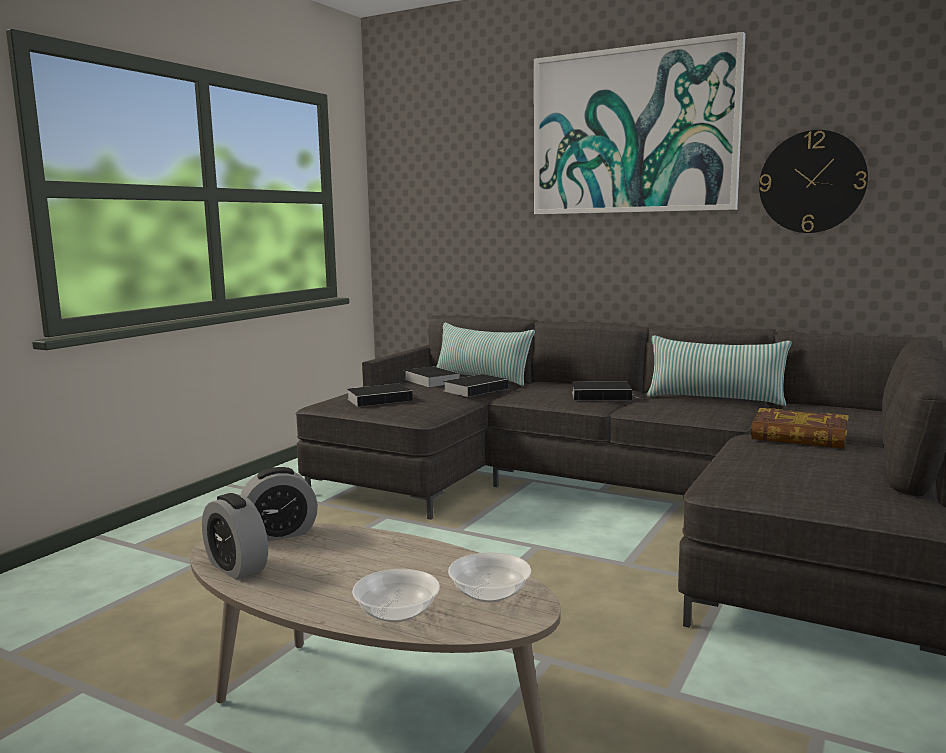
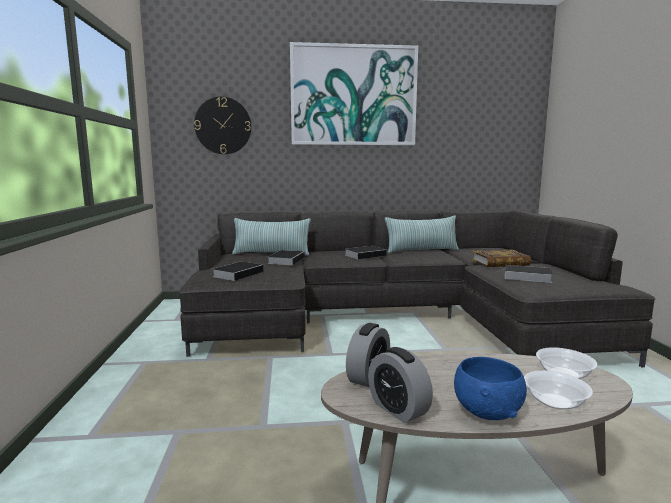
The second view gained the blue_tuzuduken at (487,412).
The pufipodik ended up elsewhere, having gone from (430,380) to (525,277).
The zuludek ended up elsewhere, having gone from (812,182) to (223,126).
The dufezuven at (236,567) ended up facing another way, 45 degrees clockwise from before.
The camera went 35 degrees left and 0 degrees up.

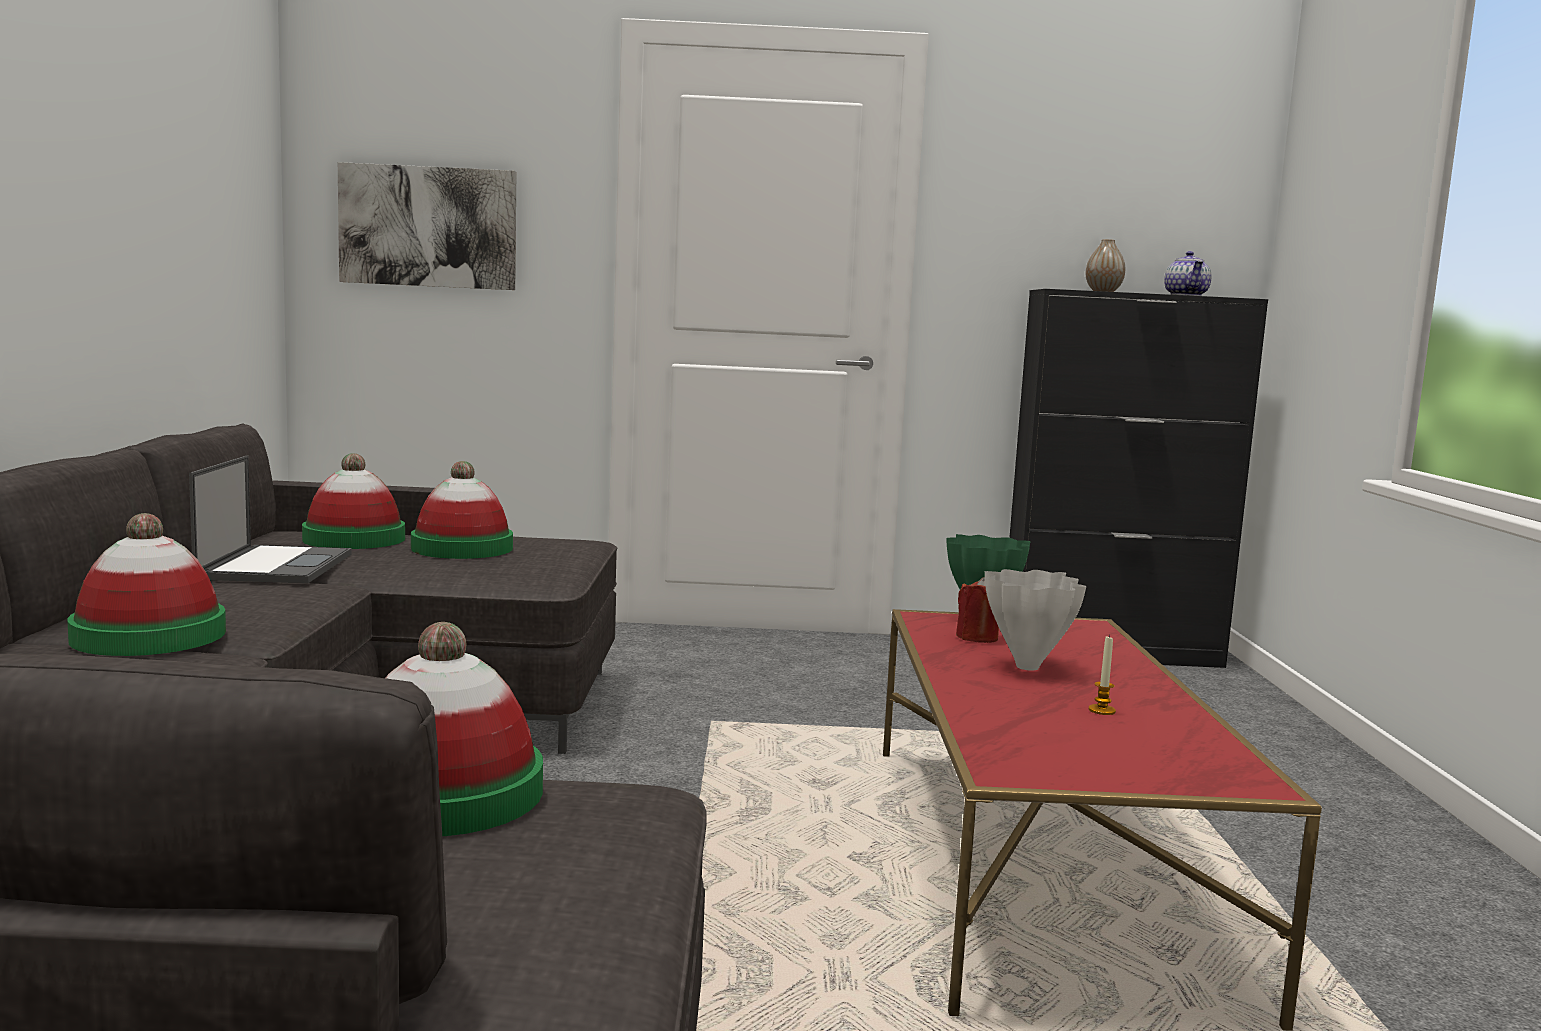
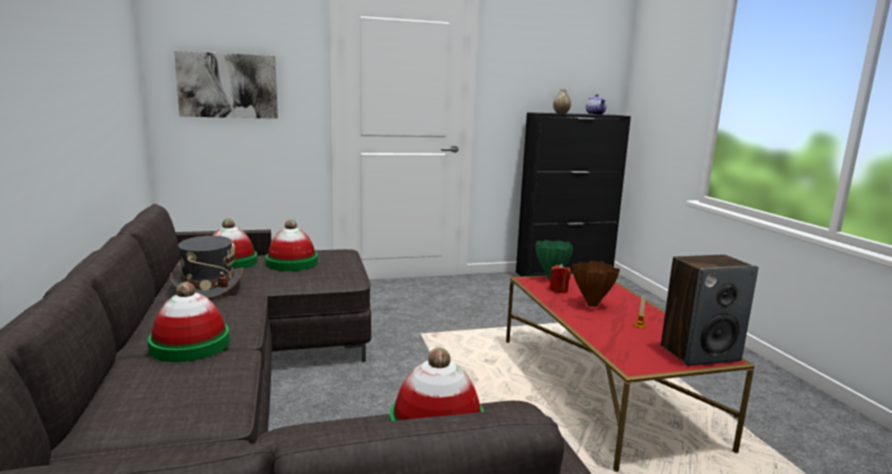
The second view gained the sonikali at (700,353).
Where the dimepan stood at (276,566), the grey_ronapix came to stand at (208,286).
What was the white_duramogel at (1026,667) turned into the brown_duramogel at (591,305).
The camera went 15 degrees left and 5 degrees up.

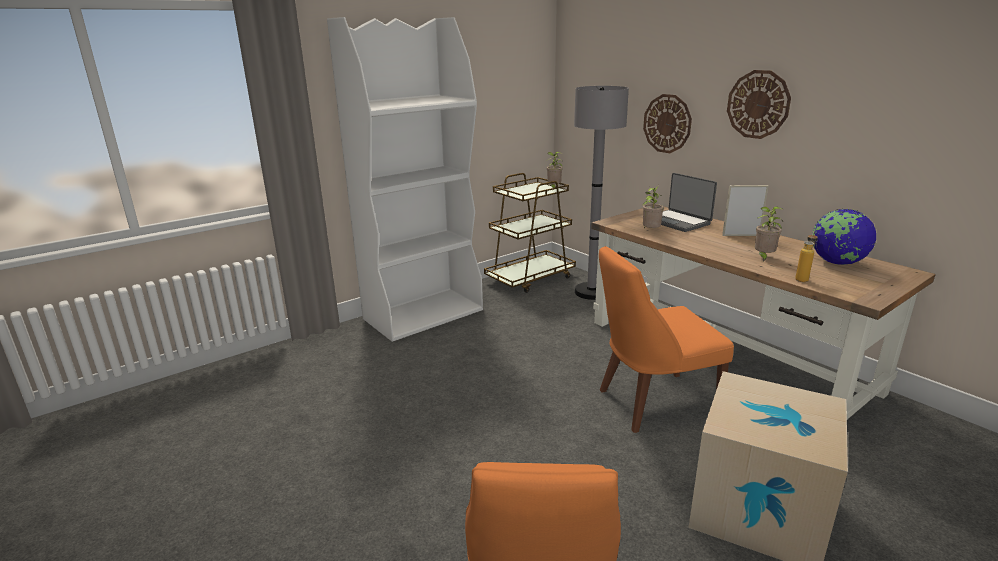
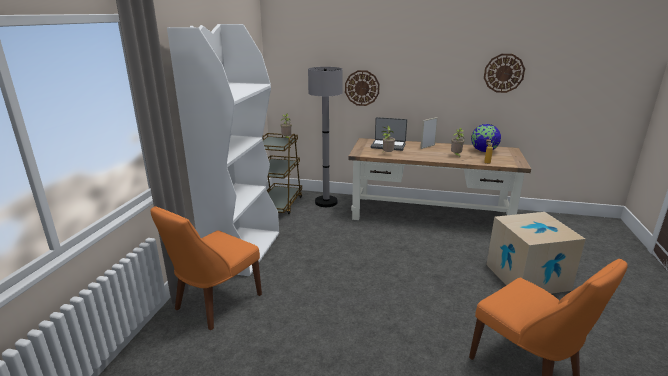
The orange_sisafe ended up elsewhere, having gone from (652,403) to (215,303).
The zuludek ended up elsewhere, having gone from (758,104) to (504,73).
The camera went 40 degrees left and 0 degrees up.

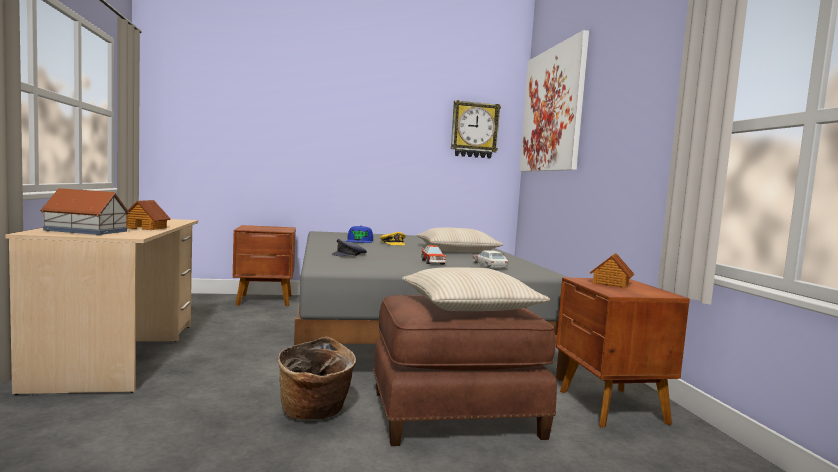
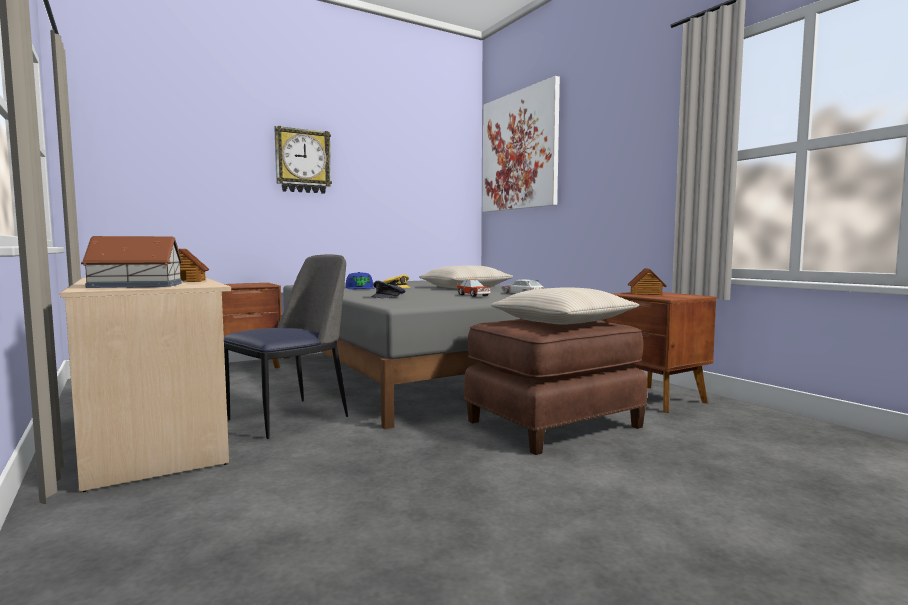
The second view lost the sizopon at (315,412).
The second view gained the sisafe at (291,417).
The zuludek ended up elsewhere, having gone from (474,130) to (302,161).
The camera went 20 degrees left and 0 degrees up.

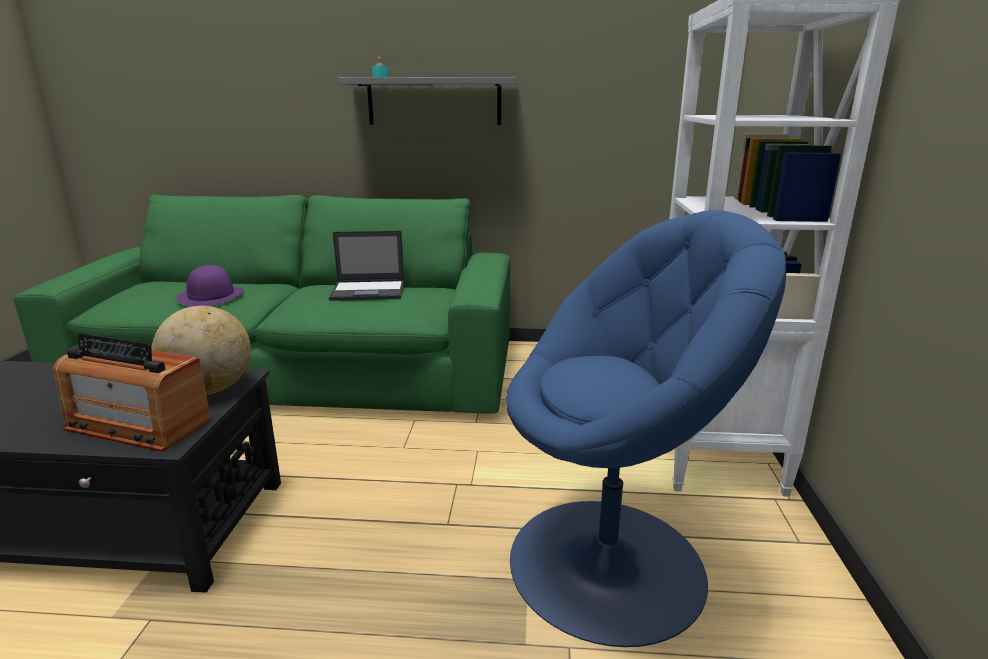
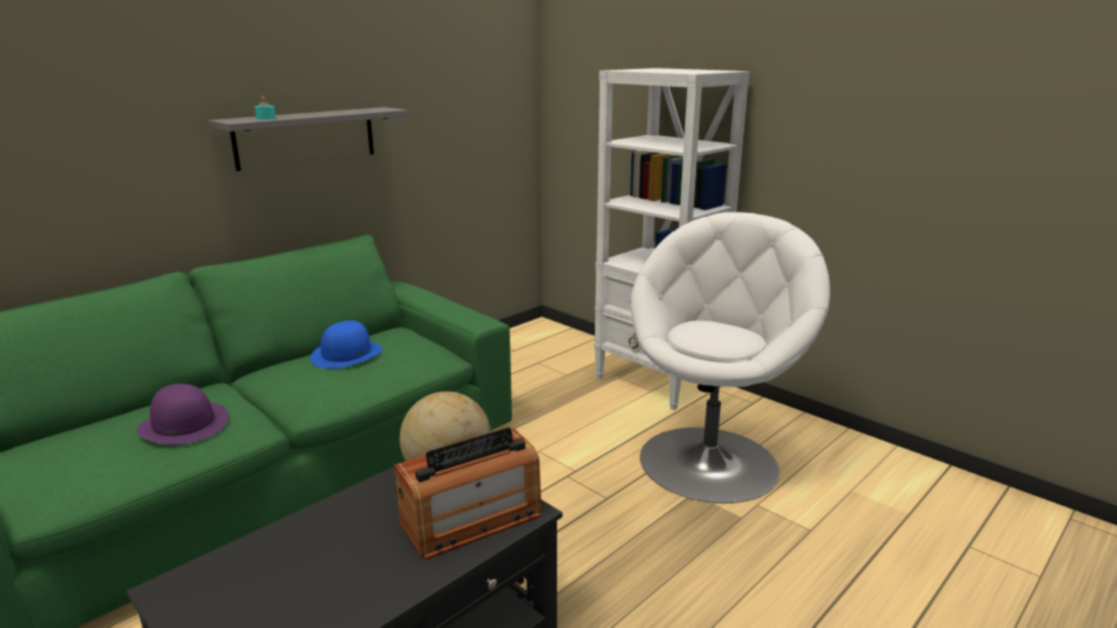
Where the dimepan stood at (369,291), the blue_ronapix came to stand at (347,354).
What was the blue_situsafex at (610,564) turned into the white_situsafex at (710,461).
The camera went 50 degrees left and 0 degrees up.

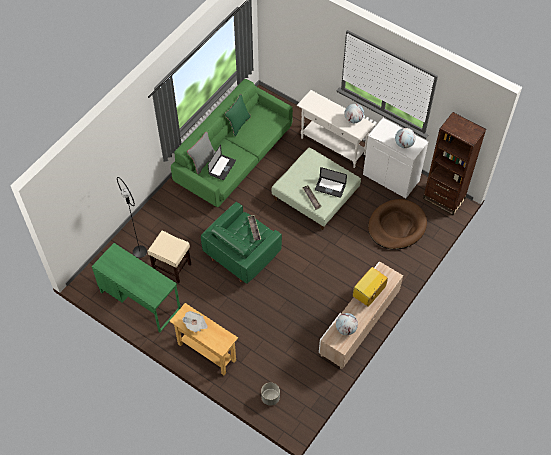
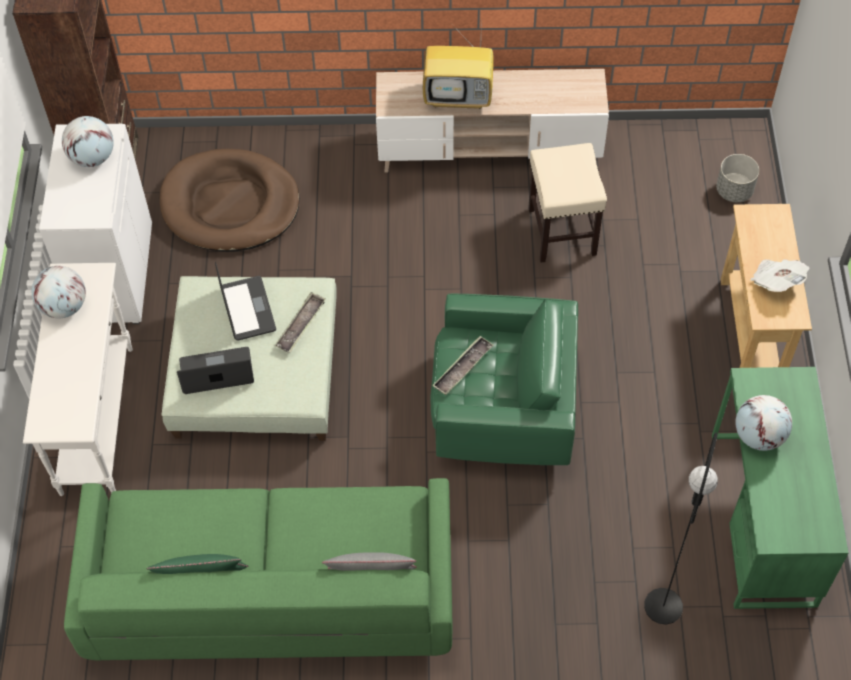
The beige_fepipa ended up elsewhere, having gone from (172,267) to (561,231).
The dimepan ended up elsewhere, having gone from (222,167) to (216,372).
The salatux ended up elsewhere, having gone from (346,329) to (759,436).
The camera went 125 degrees left and 0 degrees up.

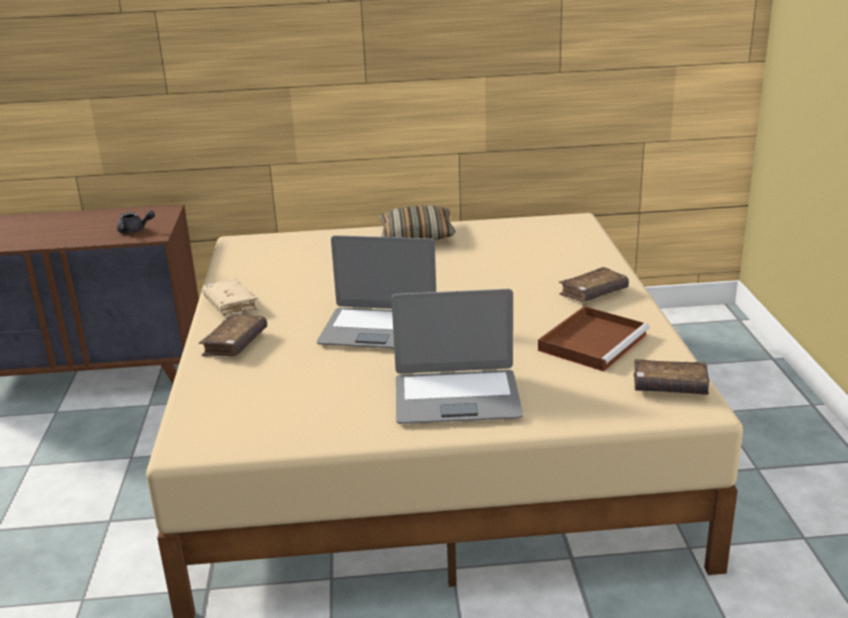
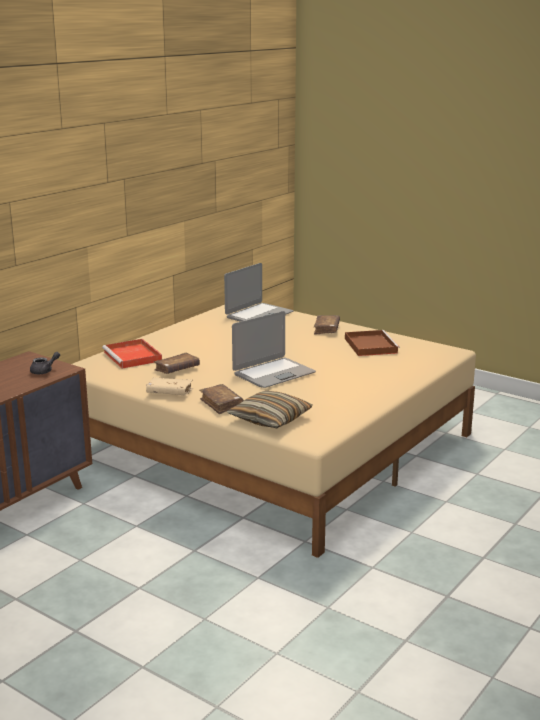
The second view gained the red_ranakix at (133,356).
The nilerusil ended up elsewhere, having gone from (416,235) to (270,419).
The dimepan ended up elsewhere, having gone from (456,398) to (258,315).
The brown_pufipodik ended up elsewhere, having gone from (669,387) to (177,369).
The camera went 50 degrees left and 5 degrees down.

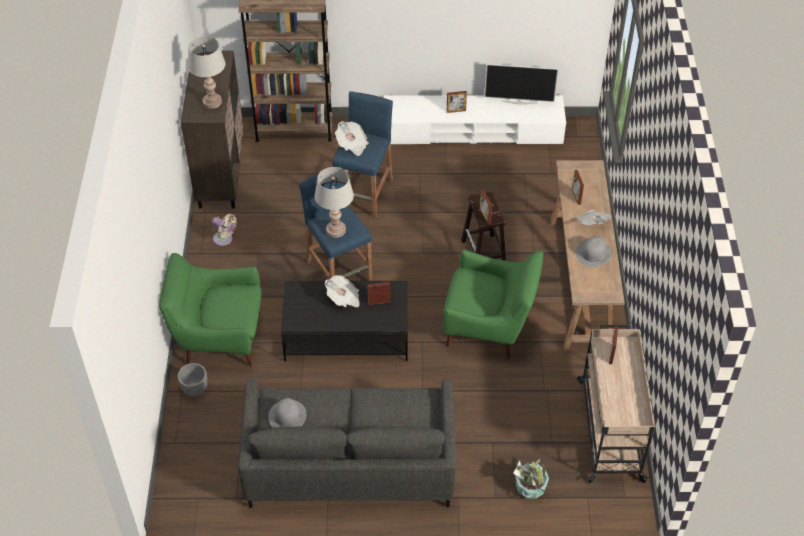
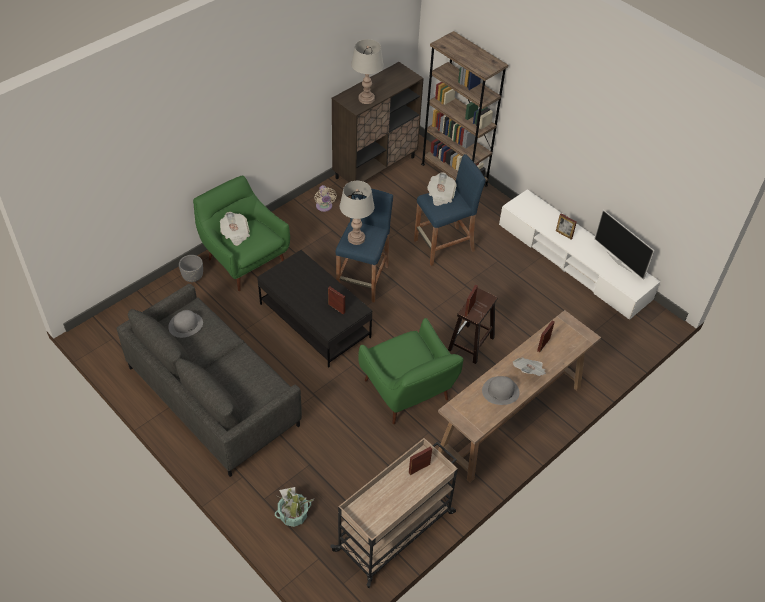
The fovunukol ended up elsewhere, having gone from (343,298) to (235,234).
The camera went 45 degrees right and 0 degrees up.

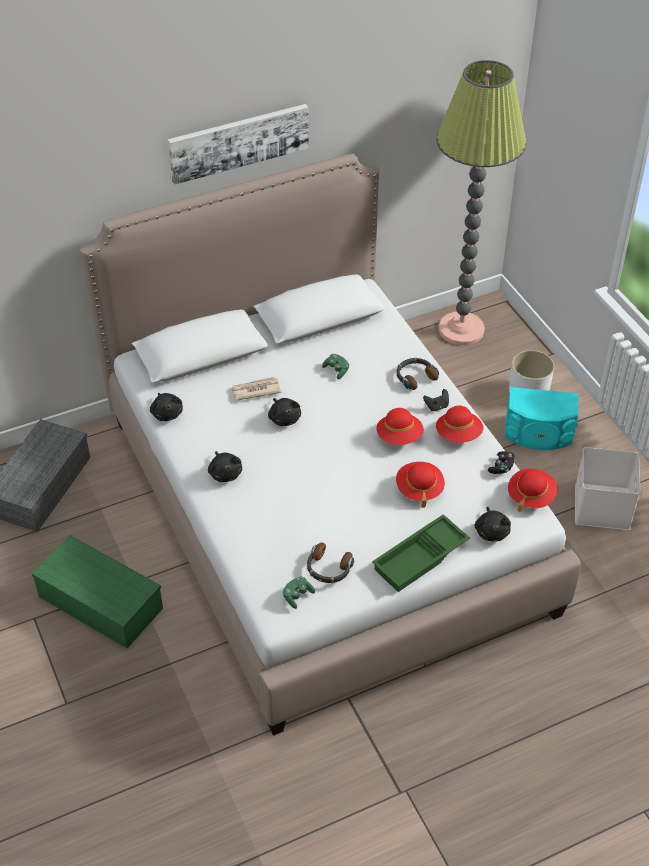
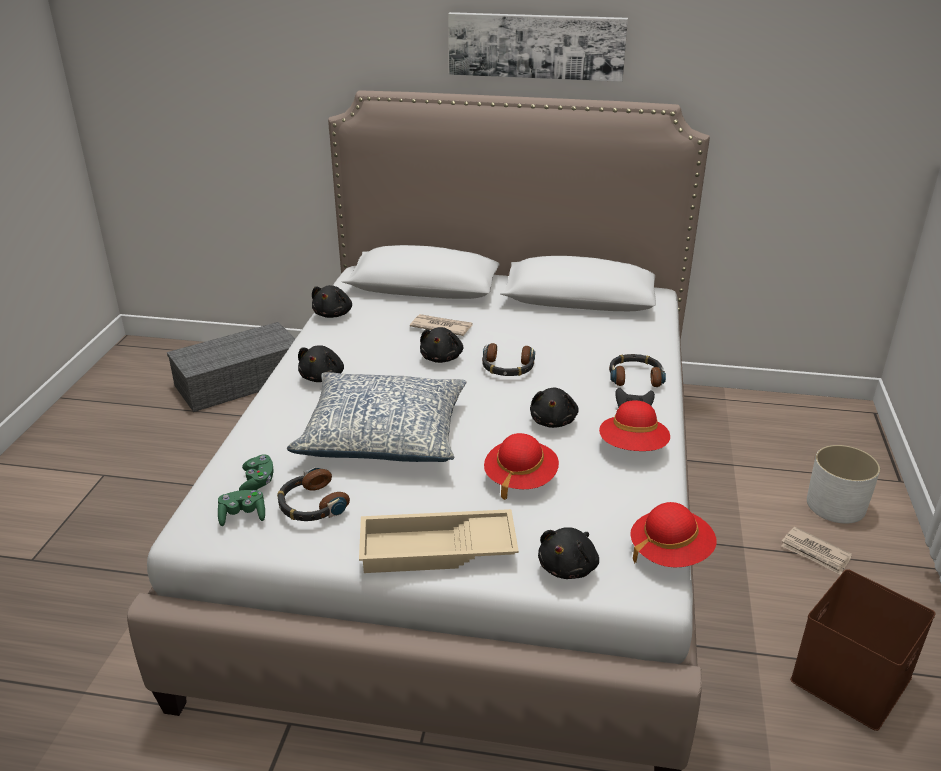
The second view lost the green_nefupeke at (98,602).
The second view lost the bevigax at (461,329).
The second view lost the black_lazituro at (501,467).
The second view gained the nilerusil at (384,435).
The second view gained the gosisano at (507,367).
The green_lazituro ended up elsewhere, having gone from (336,370) to (258,482).
Where the red_ronapix stood at (399,437), the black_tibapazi came to stand at (553,421).
Where the turquoise_sonikali stood at (538,433), the fovunukol came to stand at (815,553).
What was the green_ranakix at (420,559) turned into the beige_ranakix at (436,551).
What was the white_nefupeke at (601,505) turned into the brown_nefupeke at (849,676).
The camera went 35 degrees right and 15 degrees down.

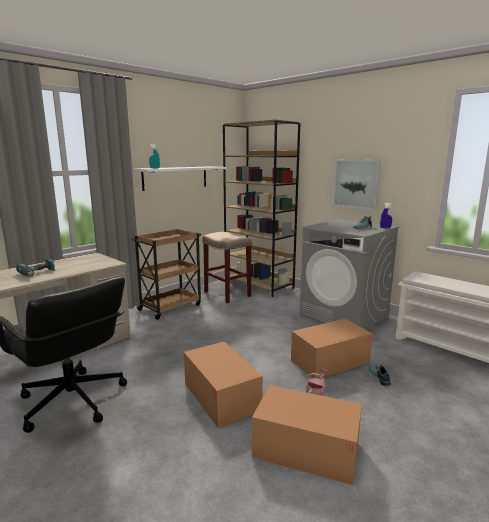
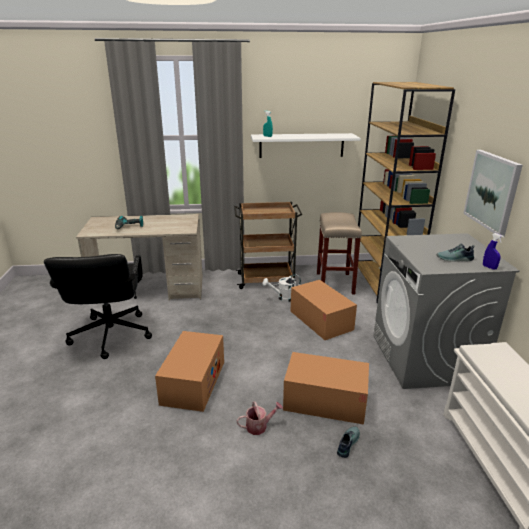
The second view gained the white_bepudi at (283,298).
The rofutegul ended up elsewhere, having gone from (306,449) to (321,320).
The camera went 40 degrees right and 10 degrees up.

